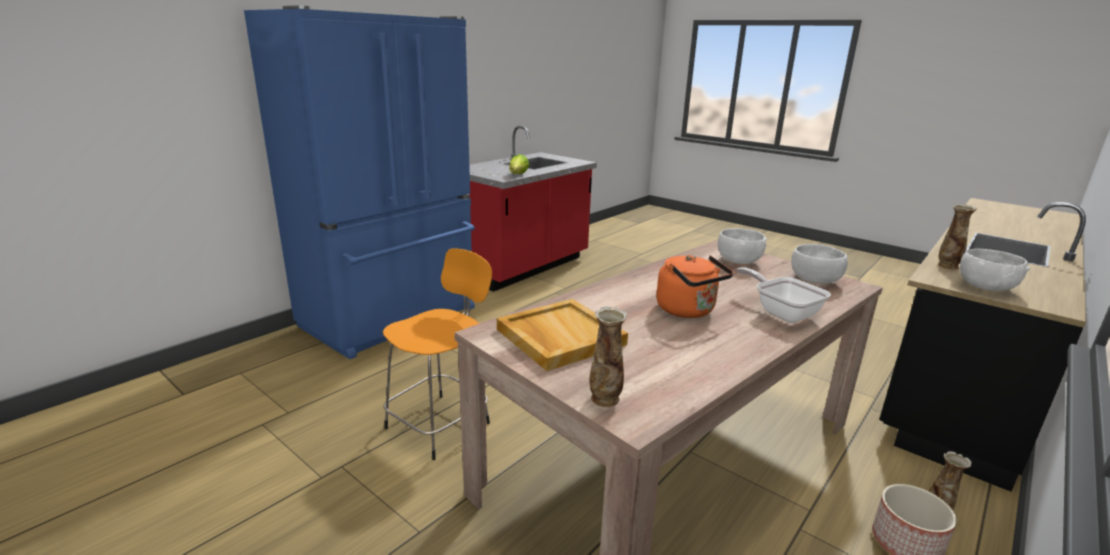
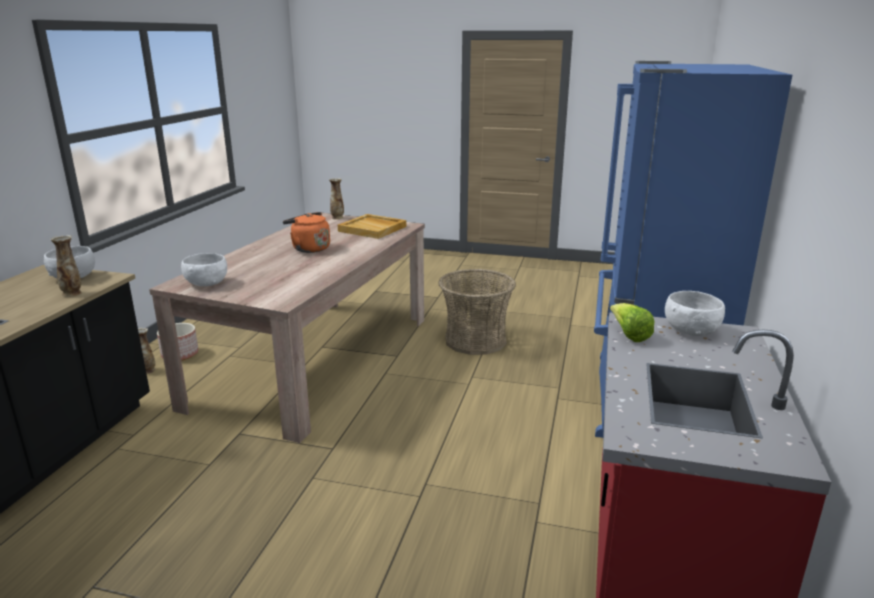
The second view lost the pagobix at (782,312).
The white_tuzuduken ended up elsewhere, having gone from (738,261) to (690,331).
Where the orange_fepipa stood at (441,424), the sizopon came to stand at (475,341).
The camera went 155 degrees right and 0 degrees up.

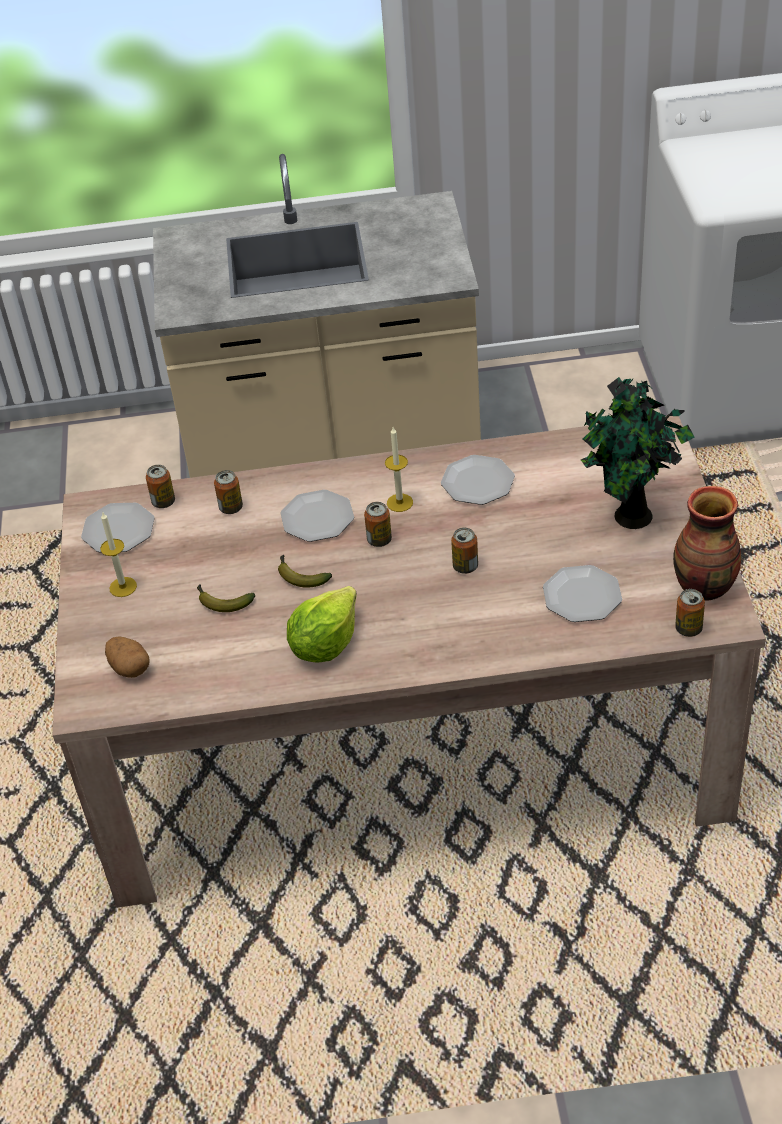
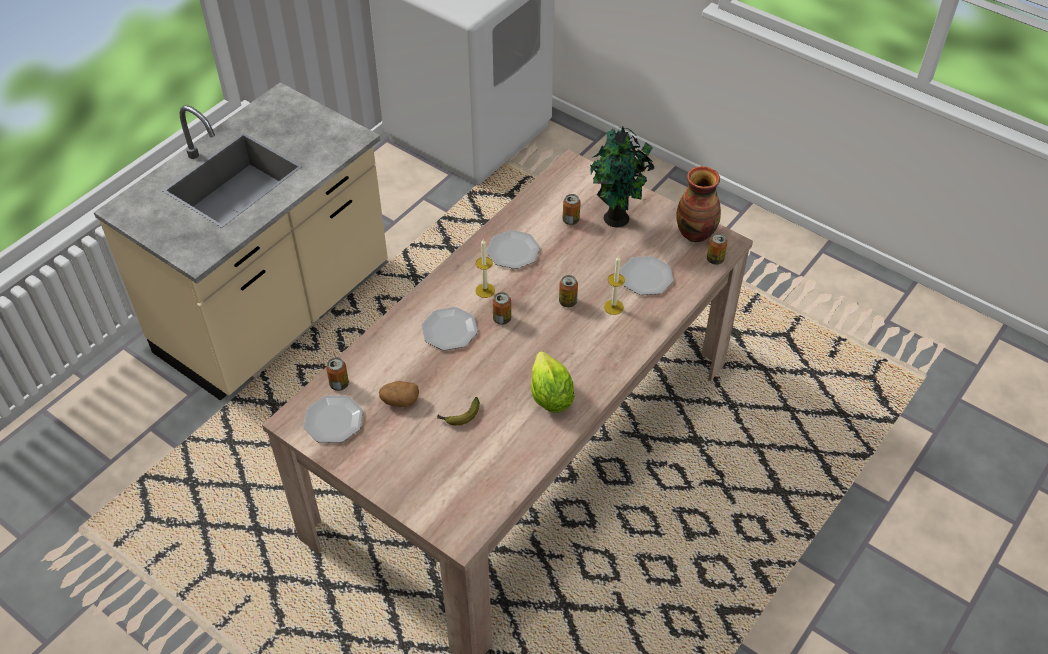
The second view lost the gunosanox at (300,576).
The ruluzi ended up elsewhere, having gone from (123,587) to (613,307).
The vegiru ended up elsewhere, having gone from (129,667) to (400,401).
The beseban ended up elsewhere, having gone from (231,508) to (571,220).
The camera went 50 degrees left and 5 degrees up.

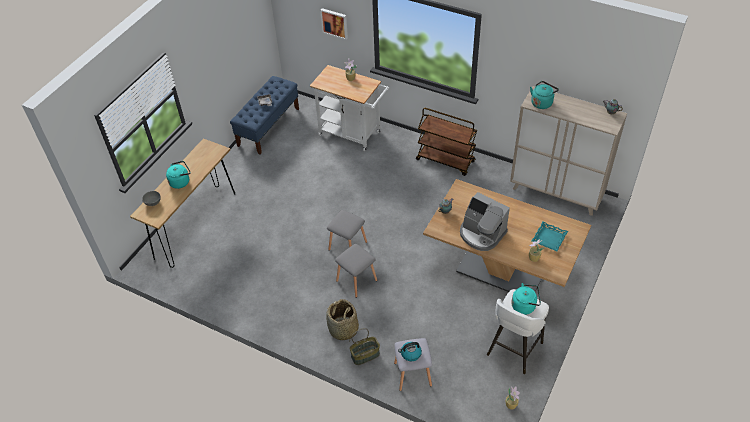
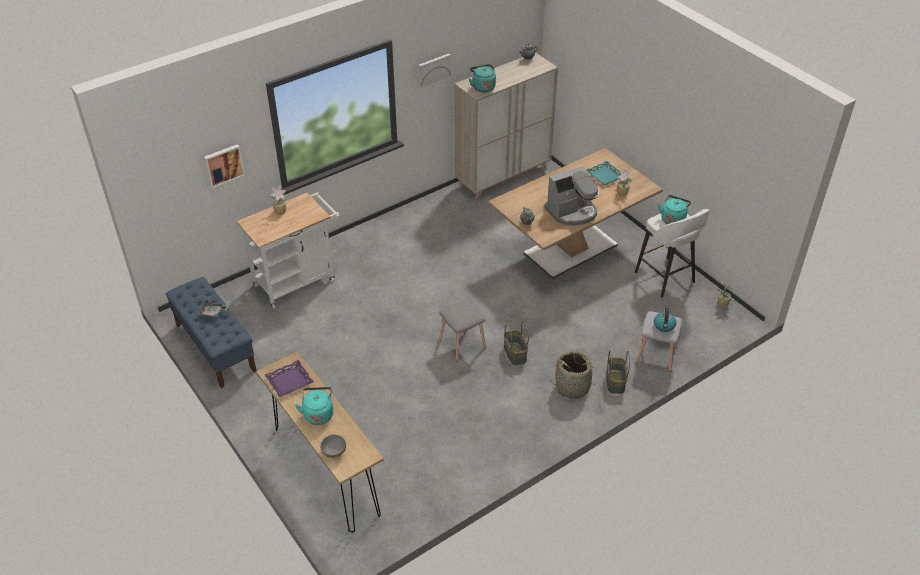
The second view lost the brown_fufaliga at (446,160).
The second view gained the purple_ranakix at (289,381).
The second view gained the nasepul at (433,69).
Where the grey_fepipa stood at (356,280), the sizopon came to stand at (514,353).
The camera went 65 degrees left and 5 degrees down.

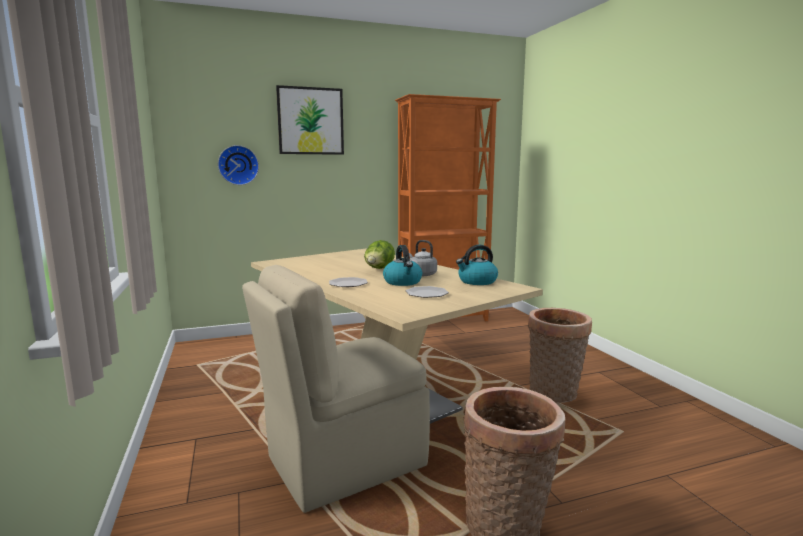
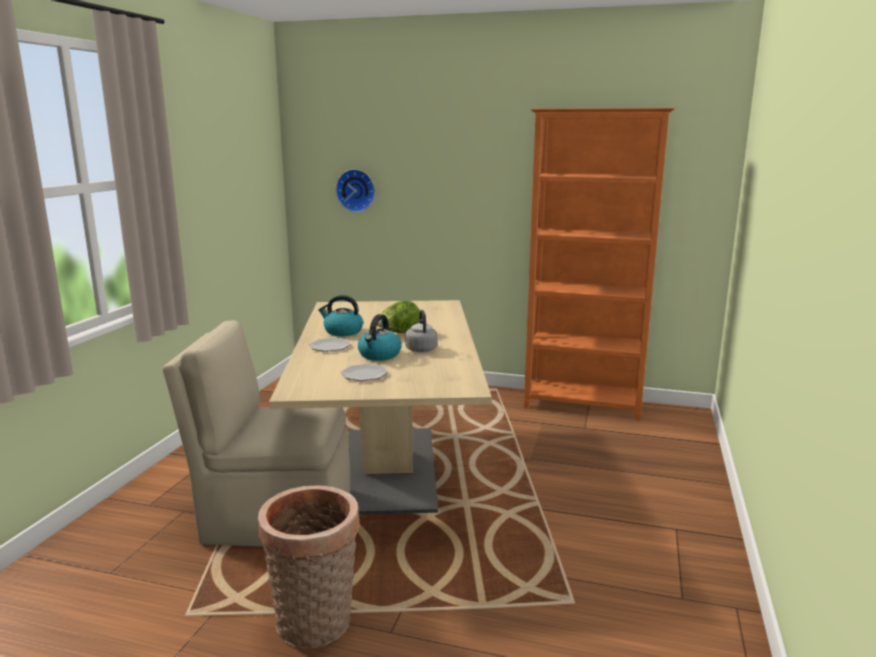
The second view lost the nasepul at (310,121).
The second view lost the sizopon at (554,394).
The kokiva ended up elsewhere, having gone from (477,281) to (342,331).
The camera went 35 degrees right and 5 degrees up.

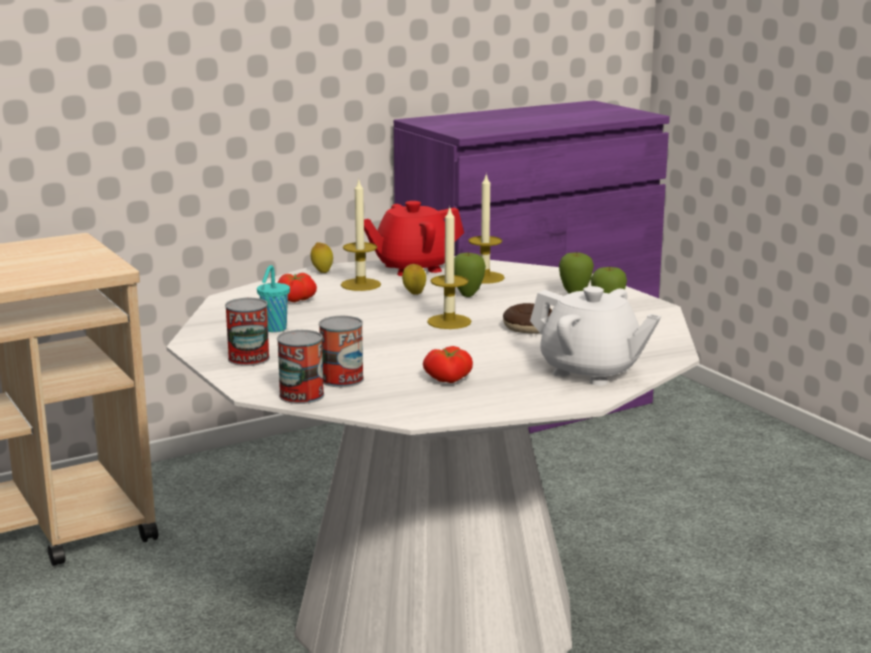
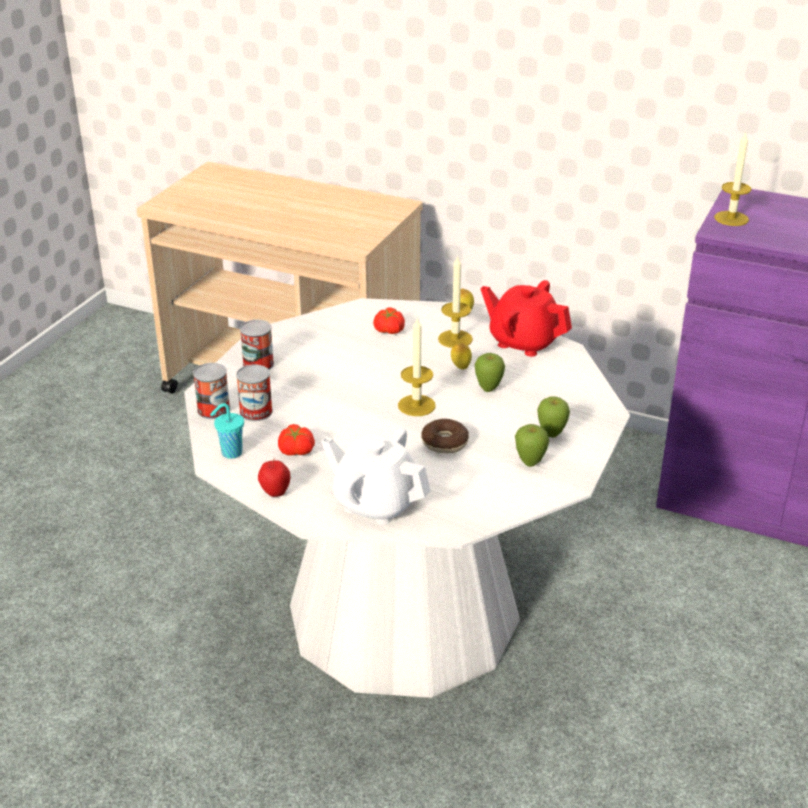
The second view gained the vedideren at (275,493).
The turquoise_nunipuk ended up elsewhere, having gone from (274,329) to (230,453).
The ruluzi ended up elsewhere, having gone from (484,277) to (731,218).
The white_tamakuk at (590,371) ended up facing another way, 120 degrees clockwise from before.
The camera went 55 degrees right and 15 degrees up.

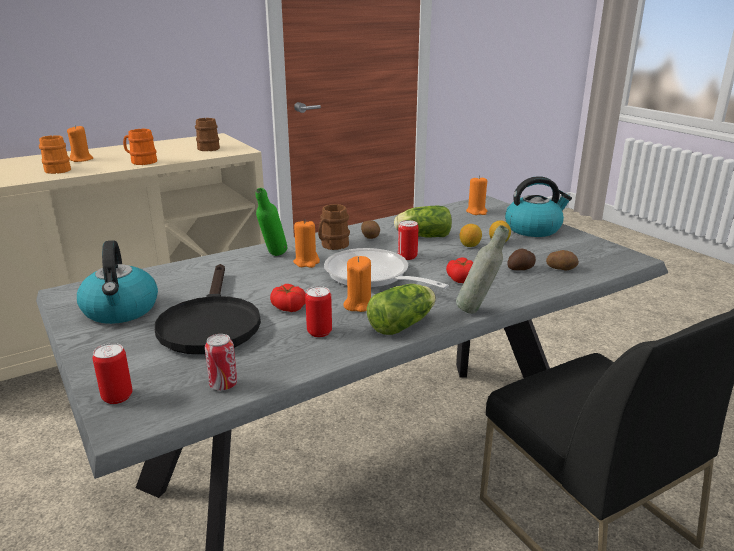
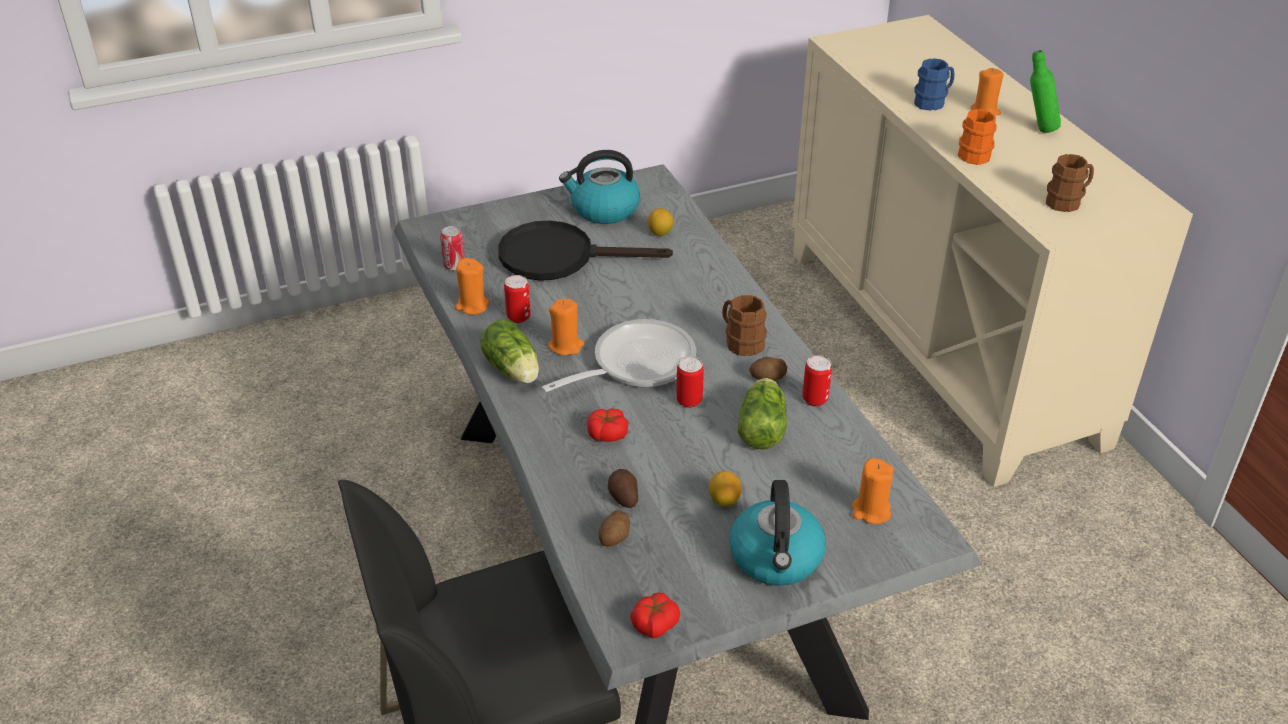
The second view lost the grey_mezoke at (478,311).
The beseban ended up elsewhere, having gone from (117,397) to (815,399).
The green_mezoke ended up elsewhere, having gone from (273,257) to (1038,128).
The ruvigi ended up elsewhere, having gone from (288,307) to (655,624).
The orange_ruluzi ended up elsewhere, having gone from (306,262) to (472,305).
The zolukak ended up elsewhere, having gone from (469,246) to (660,233).
What was the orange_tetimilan at (57,169) turned into the blue_tetimilan at (933,101).
The camera went 100 degrees right and 15 degrees up.

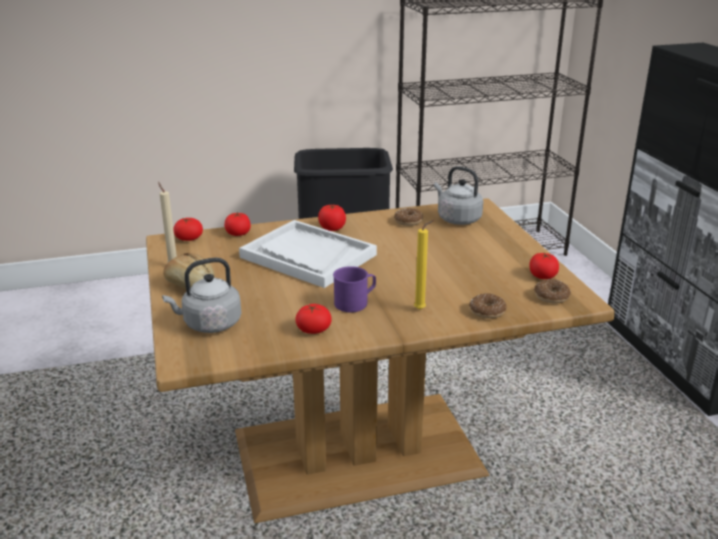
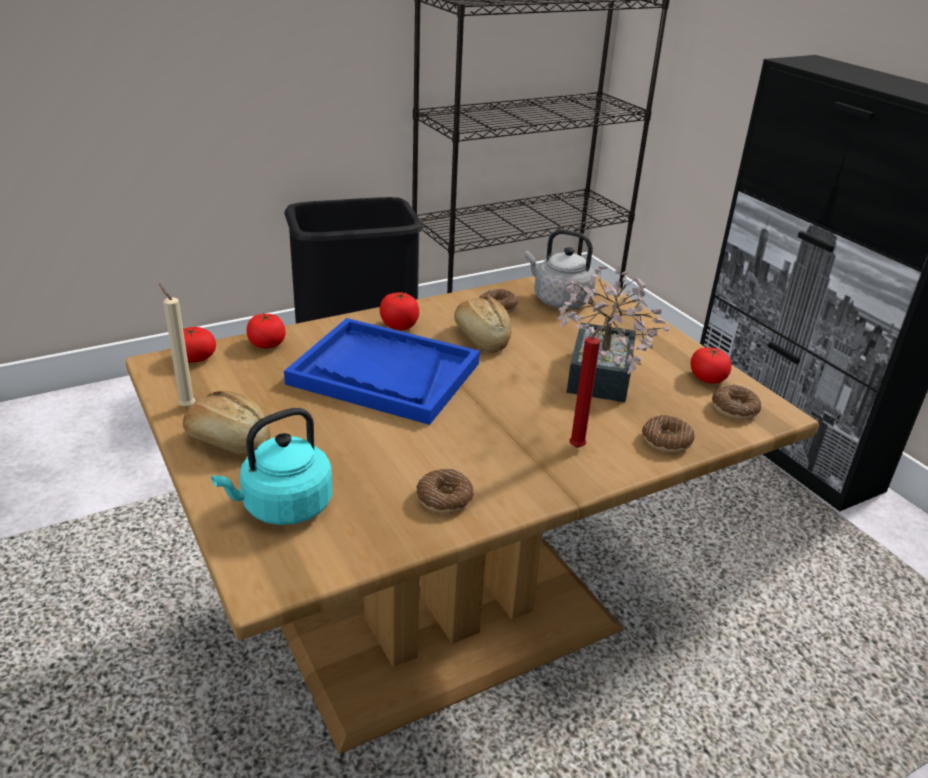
The second view lost the purple_tetimilan at (355,302).
The second view gained the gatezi at (481,338).
The second view gained the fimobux at (597,381).
Where the ruvigi stood at (313,329), the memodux came to stand at (444,498).
What was the grey_kokiva at (209,324) turned into the turquoise_kokiva at (283,507).
What was the white_ranakix at (307,256) turned into the blue_ranakix at (384,374).
What was the yellow_ruluzi at (421,309) turned into the red_ruluzi at (579,447).
The camera went 15 degrees left and 5 degrees up.

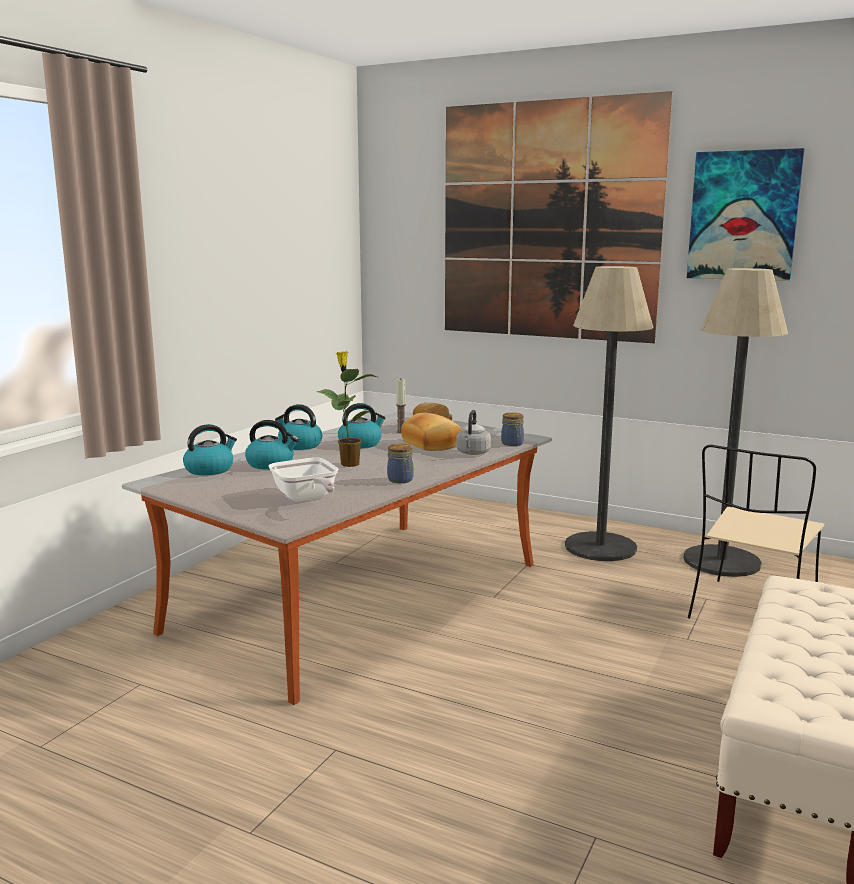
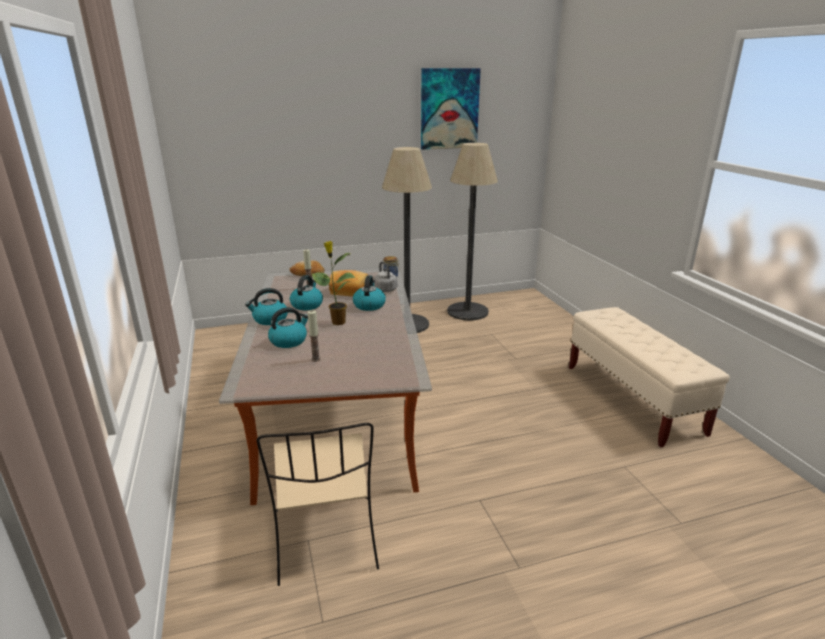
The second view lost the pagobix at (306,498).
The second view lost the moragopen at (401,480).
The second view lost the nasepul at (548,222).
The second view gained the ruluzi at (315,359).
The kokiva ended up elsewhere, having gone from (210,469) to (369,305).
The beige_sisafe ended up elsewhere, having gone from (752,612) to (326,538).
The camera went 45 degrees left and 10 degrees up.

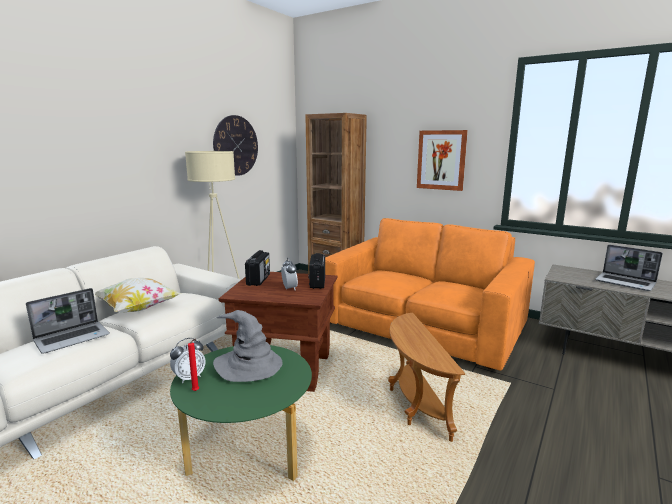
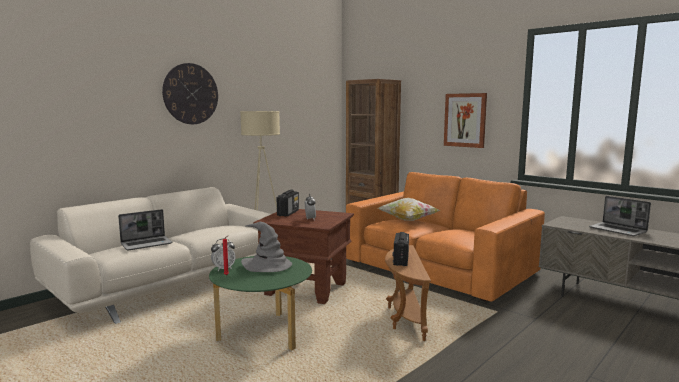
The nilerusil ended up elsewhere, having gone from (138,309) to (408,220).
The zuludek ended up elsewhere, having gone from (236,145) to (191,94).
The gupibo ended up elsewhere, having gone from (317,282) to (401,260).
The camera went 10 degrees right and 5 degrees down.

